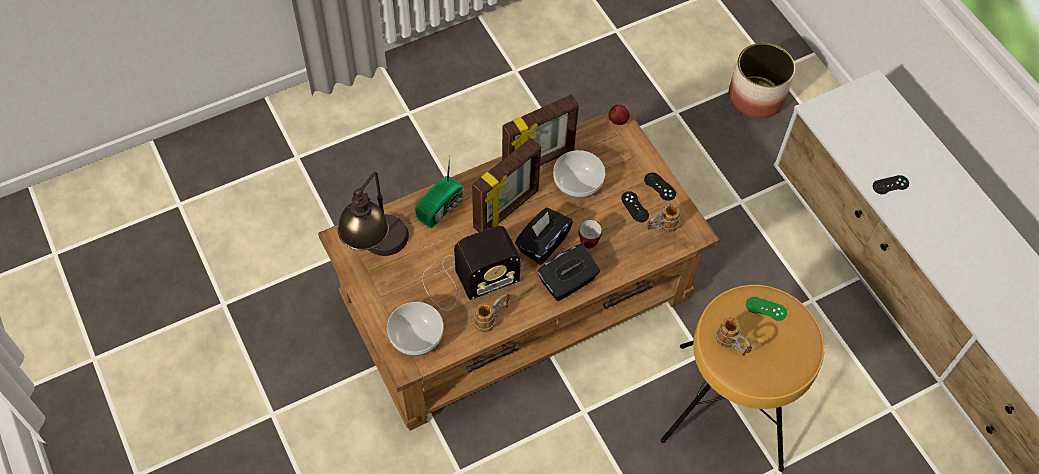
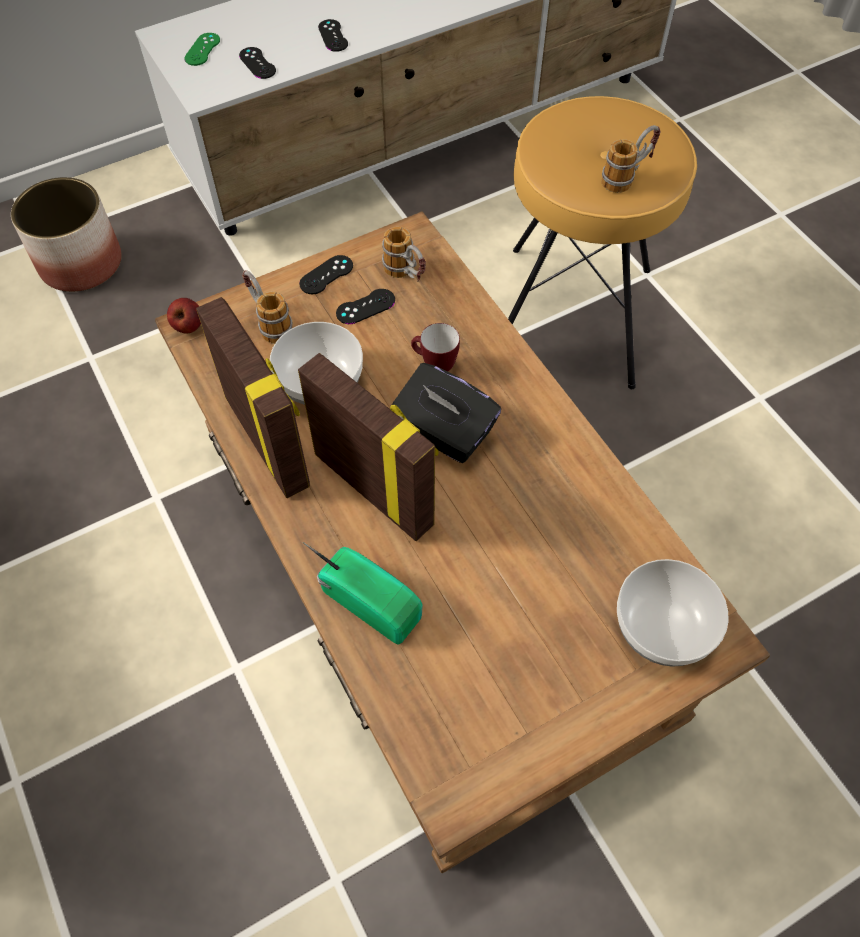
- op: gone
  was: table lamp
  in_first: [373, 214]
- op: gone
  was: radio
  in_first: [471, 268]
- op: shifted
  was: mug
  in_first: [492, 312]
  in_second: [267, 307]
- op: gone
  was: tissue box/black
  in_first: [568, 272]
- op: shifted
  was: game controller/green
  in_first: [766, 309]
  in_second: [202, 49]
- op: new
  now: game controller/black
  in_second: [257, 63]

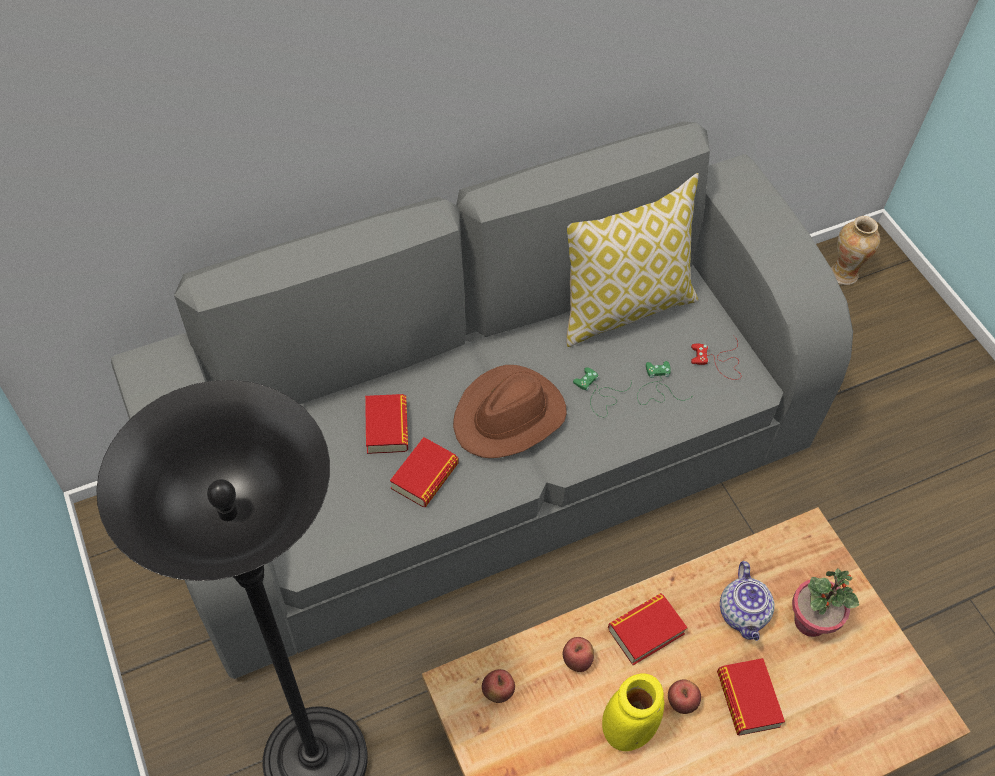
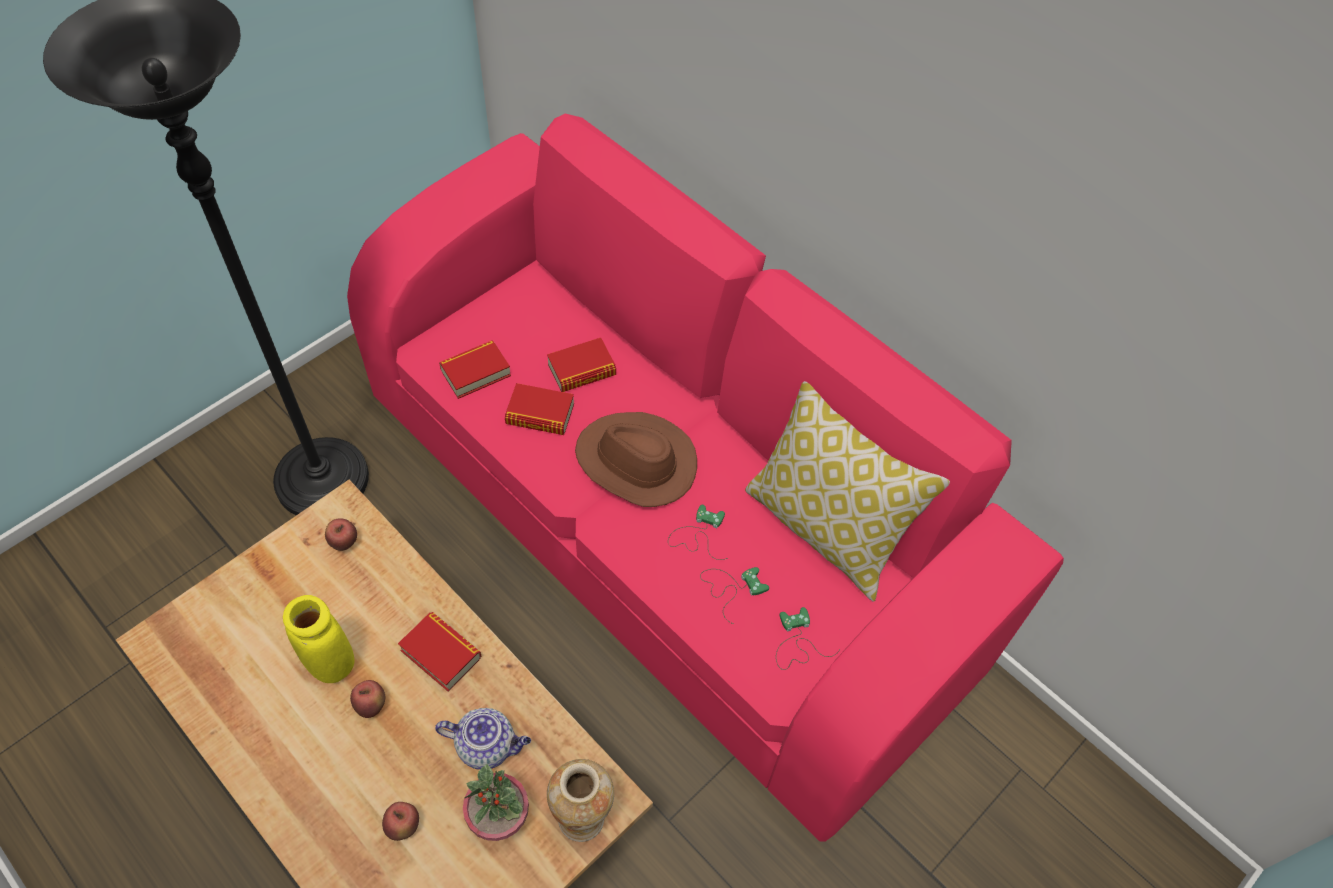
- op: repainted
  was: sofa/grey
  now: sofa/pink
  in_first: [482, 400]
  in_second: [705, 478]
- op: shifted
  was: apple
  in_first: [578, 654]
  in_second: [400, 821]
- op: repainted
  was: game controller/red
  now: game controller/green
  in_first: [715, 357]
  in_second: [808, 638]
- op: shifted
  was: book
  in_first: [751, 696]
  in_second: [475, 369]
- op: rotated
  was: teapot
  in_first: [747, 601]
  in_second: [483, 739]
  clockwise: -150
- op: shifted
  was: vase
  in_first: [855, 250]
  in_second: [580, 800]

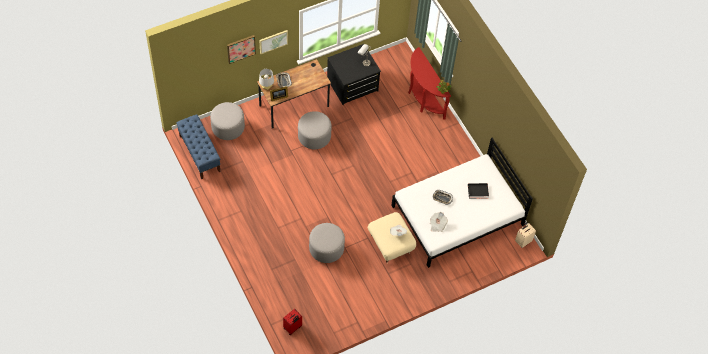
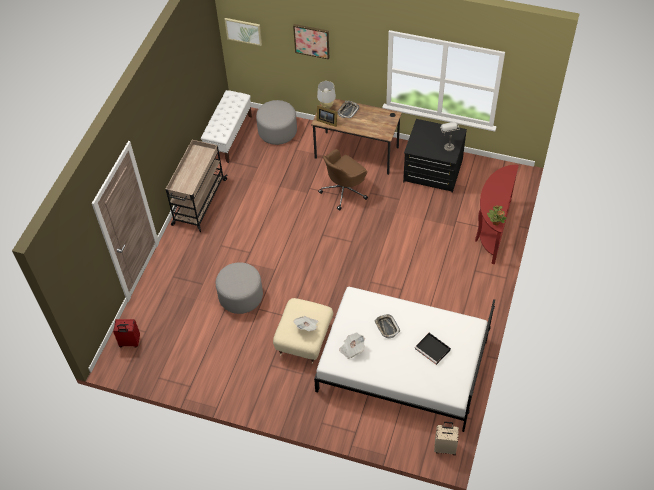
- op: repainted
  was: bench/blue
  now: bench/white
  in_first: [198, 147]
  in_second: [226, 126]
- op: shifted
  was: picture
  in_first: [274, 42]
  in_second: [243, 32]
- op: swapped
  was: ottoman/grey
  now: office chair/brown
  in_first: [315, 130]
  in_second: [343, 180]
- op: new
  now: cart/beige
  in_second: [197, 186]

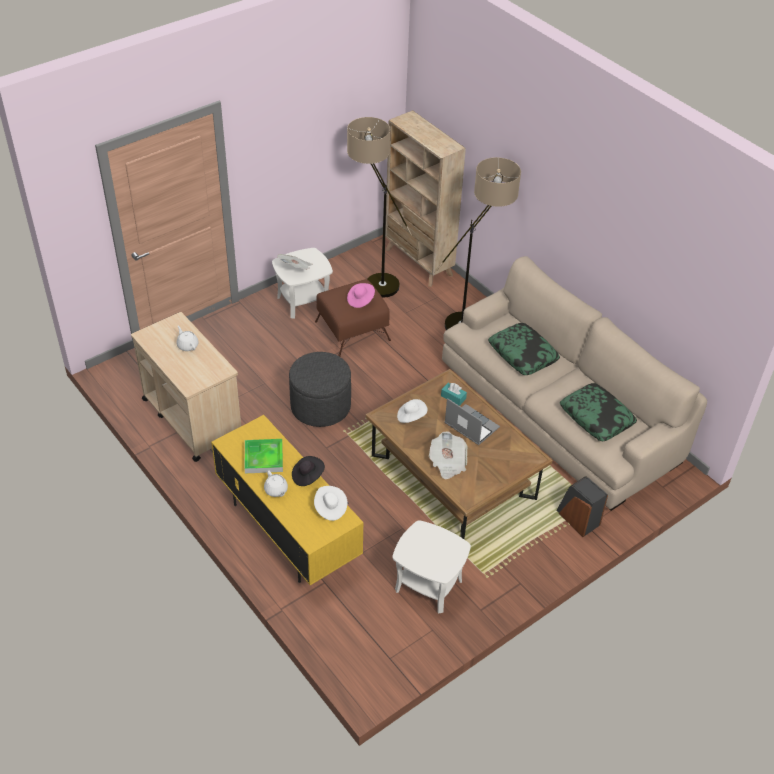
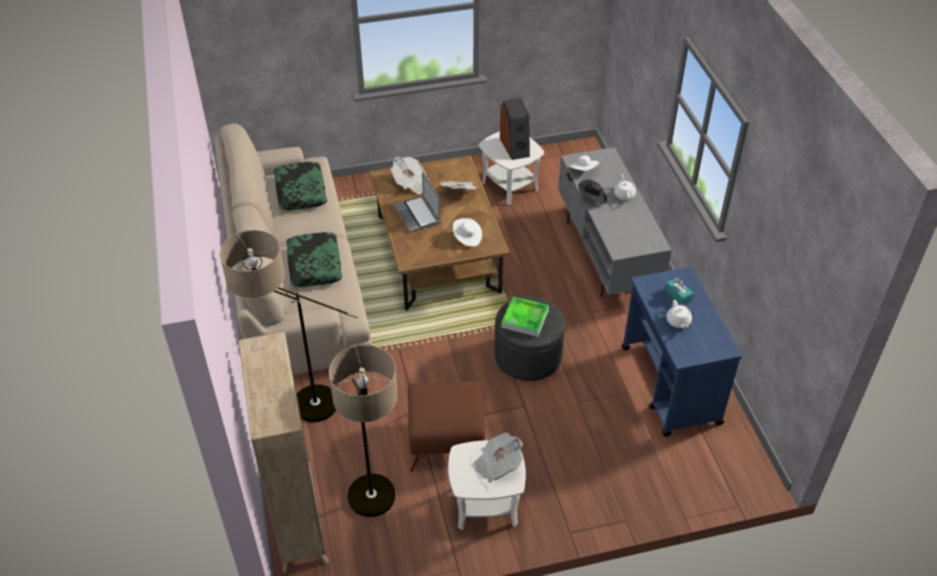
- op: repainted
  was: cart/beige
  now: cart/blue
  in_first: [186, 387]
  in_second: [682, 352]
- op: repainted
  was: tv stand/yellow
  now: tv stand/grey
  in_first: [287, 500]
  in_second: [615, 222]
- op: shifted
  was: tray
  in_first: [263, 456]
  in_second: [525, 316]
- op: gone
  was: hat/pink
  in_first: [361, 295]
- op: shifted
  was: tissue box/turquoise
  in_first: [454, 394]
  in_second: [679, 291]
- op: shifted
  was: speaker
  in_first: [582, 507]
  in_second: [515, 129]
- op: new
  now: newspaper
  in_second: [410, 175]

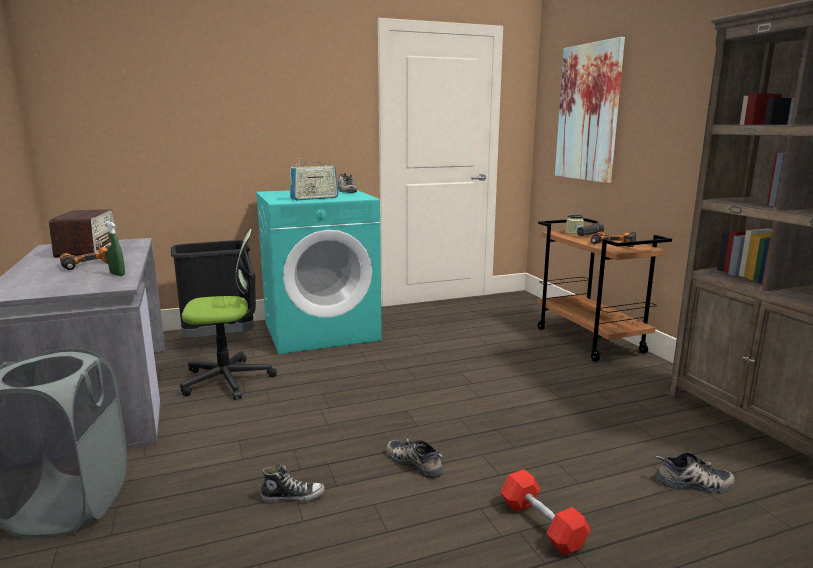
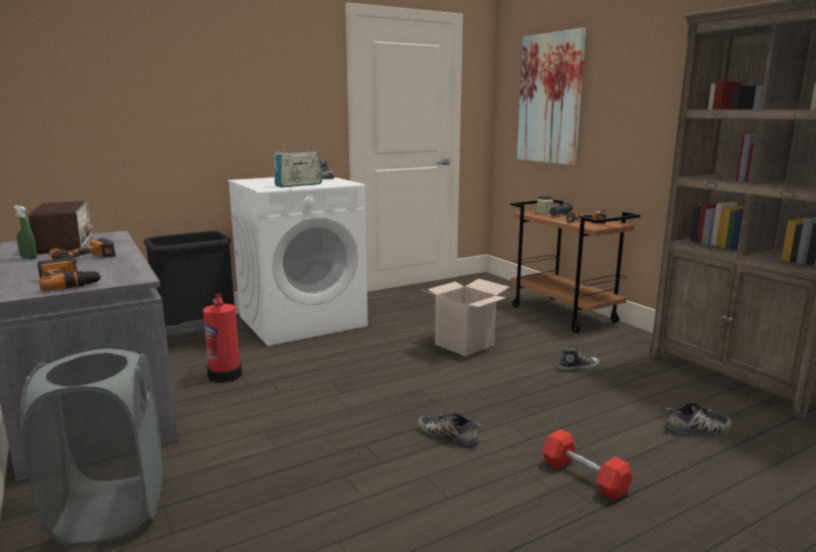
- op: shifted
  was: spray bottle/green
  in_first: [115, 248]
  in_second: [25, 233]
- op: swapped
  was: office chair
  now: fire extinguisher
  in_first: [228, 314]
  in_second: [222, 338]
- op: repainted
  was: washing machine/turquoise
  now: washing machine/white
  in_first: [319, 272]
  in_second: [298, 261]
- op: shifted
  was: shoe
  in_first: [293, 483]
  in_second: [579, 357]
- op: new
  now: power drill
  in_second: [70, 274]
- op: new
  now: cardboard box
  in_second: [466, 317]

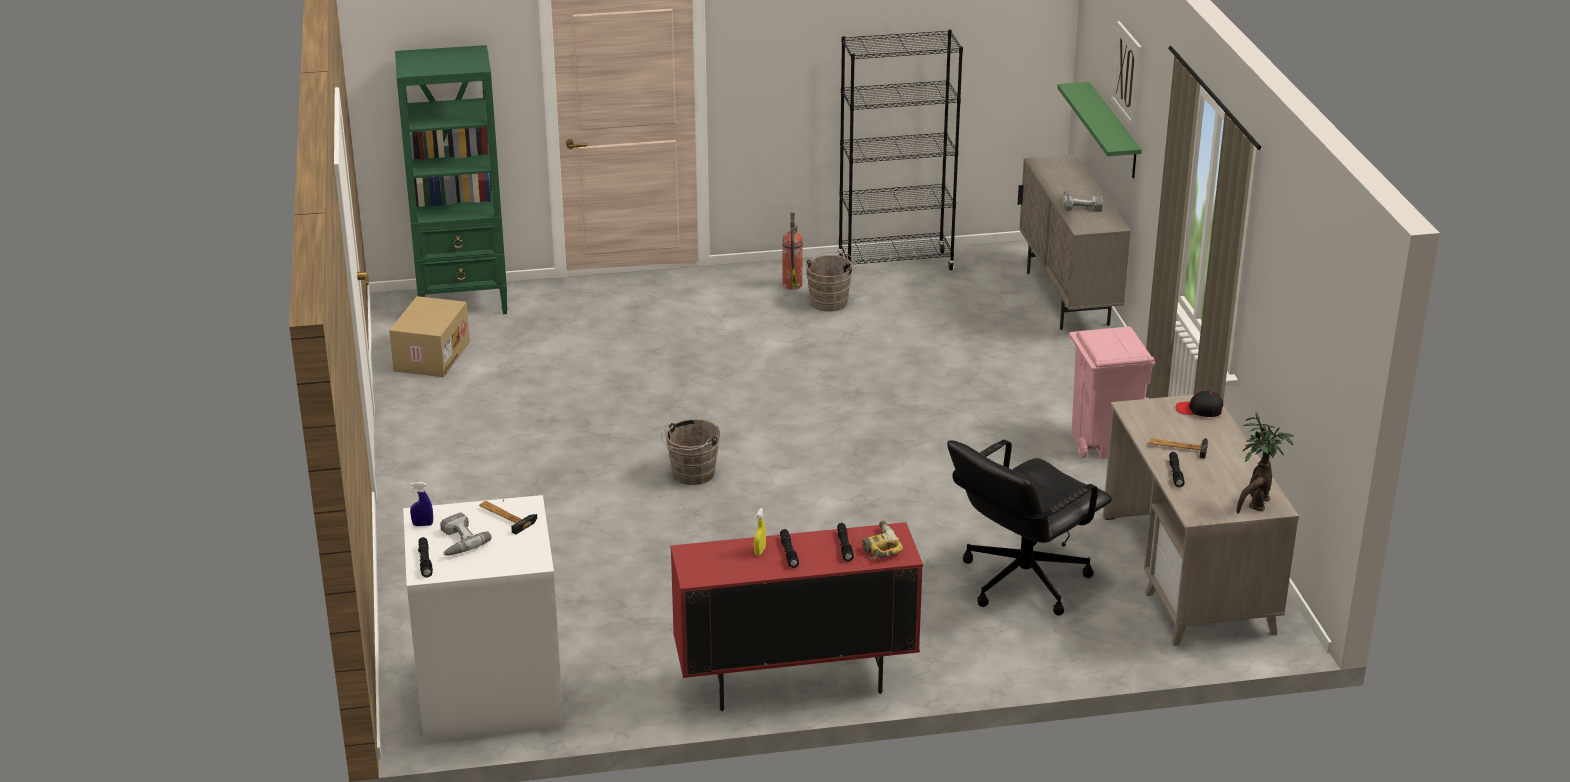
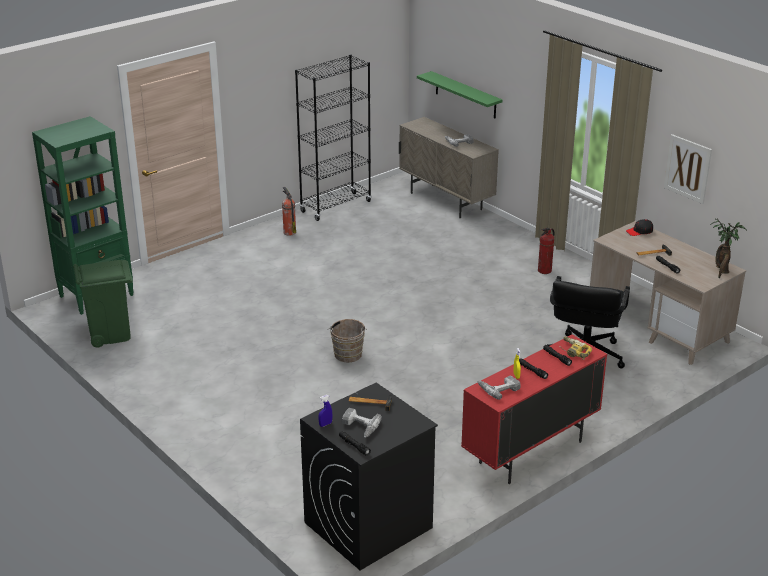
- op: swapped
  was: cardboard box
  now: trash can/green
  in_first: [429, 336]
  in_second: [103, 303]
- op: repainted
  was: washing machine/white
  now: washing machine/black
  in_first: [483, 619]
  in_second: [369, 476]
- op: gone
  was: bucket/brown
  in_first: [831, 282]
- op: swapped
  was: trash can/pink
  now: fire extinguisher
  in_first: [1112, 393]
  in_second: [546, 251]
- op: shifted
  was: picture
  in_first: [1126, 74]
  in_second: [688, 169]
- op: new
  now: power drill
  in_second: [499, 388]

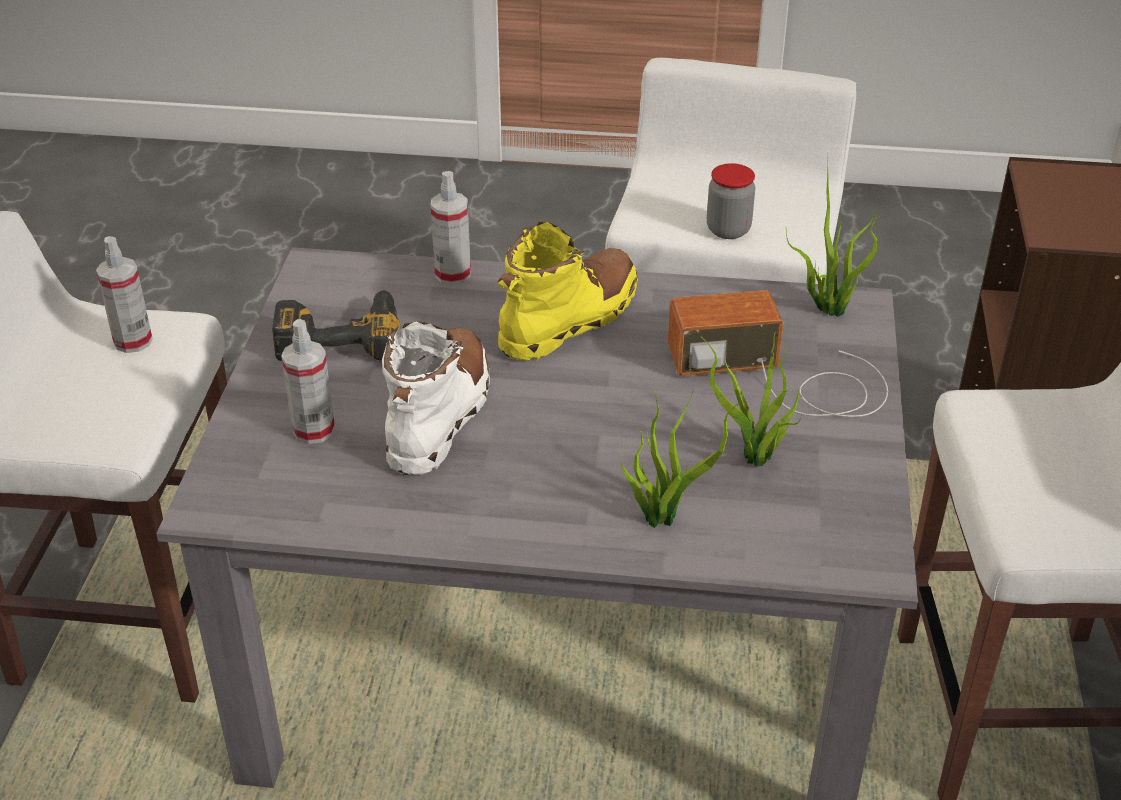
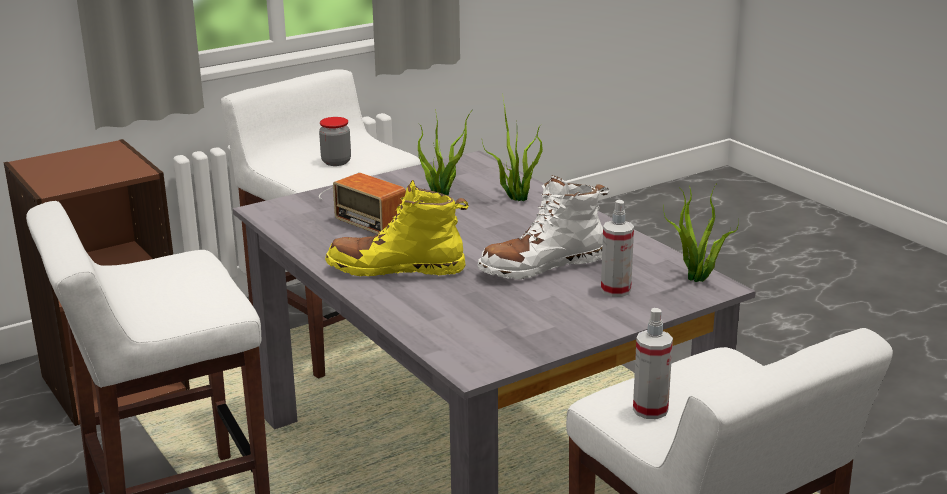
- op: gone
  was: power drill
  in_first: [336, 325]
- op: gone
  was: spray bottle
  in_first: [450, 228]
- op: shifted
  was: jar
  in_first: [731, 201]
  in_second: [335, 141]
- op: shifted
  was: potted plant
  in_first: [833, 235]
  in_second: [701, 232]

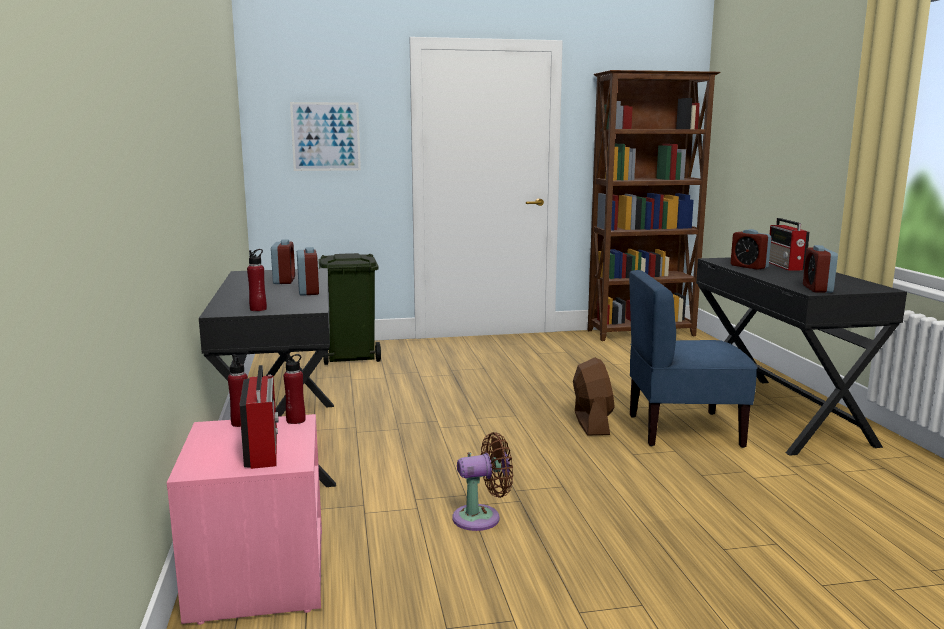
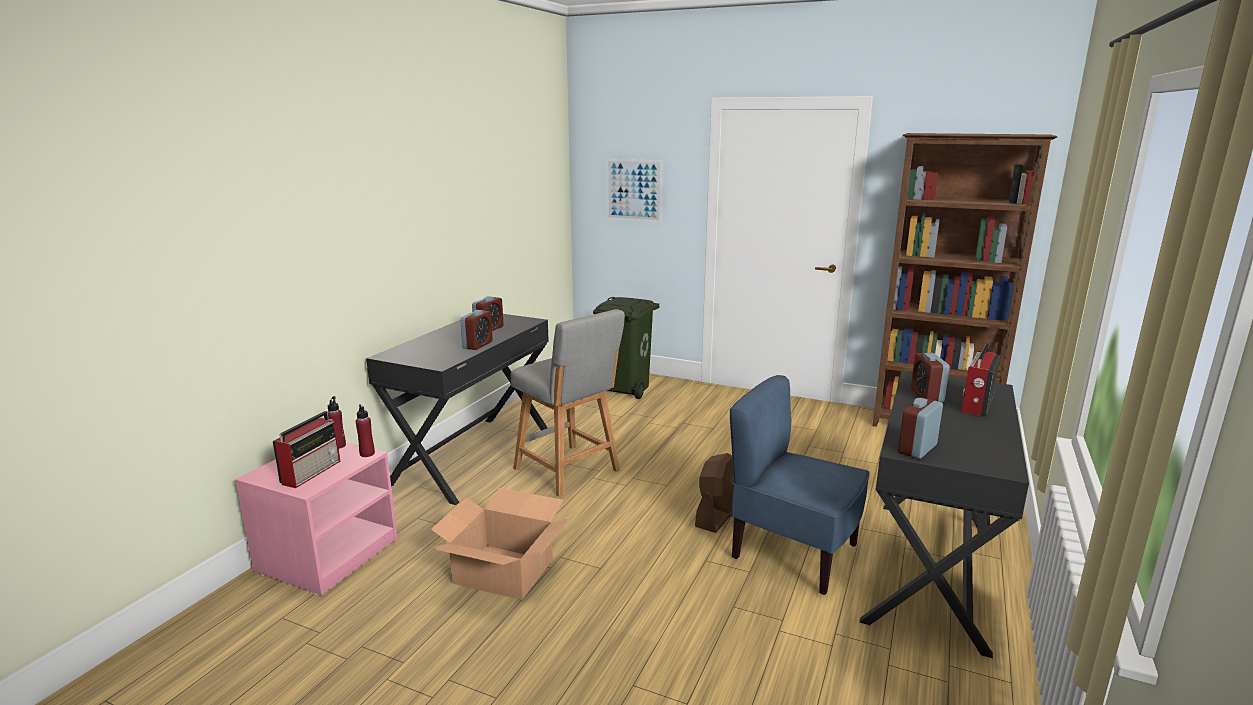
- op: gone
  was: bottle/red
  in_first: [257, 280]
- op: swapped
  was: fan/brown
  now: cardboard box
  in_first: [483, 481]
  in_second: [499, 544]
- op: new
  now: stool/grey
  in_second: [568, 403]

